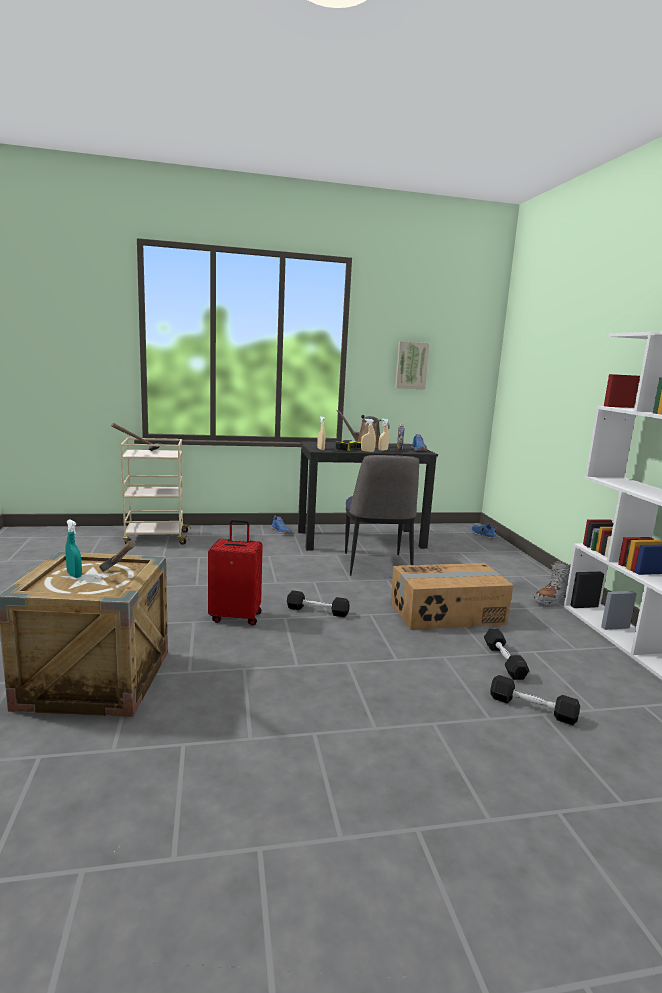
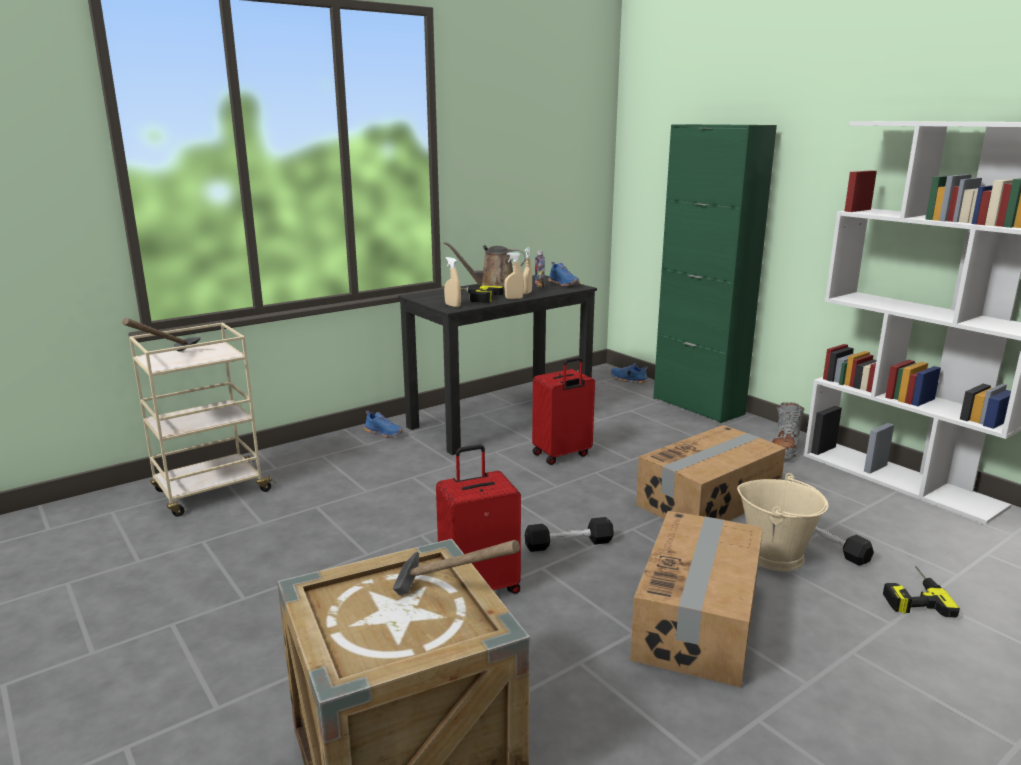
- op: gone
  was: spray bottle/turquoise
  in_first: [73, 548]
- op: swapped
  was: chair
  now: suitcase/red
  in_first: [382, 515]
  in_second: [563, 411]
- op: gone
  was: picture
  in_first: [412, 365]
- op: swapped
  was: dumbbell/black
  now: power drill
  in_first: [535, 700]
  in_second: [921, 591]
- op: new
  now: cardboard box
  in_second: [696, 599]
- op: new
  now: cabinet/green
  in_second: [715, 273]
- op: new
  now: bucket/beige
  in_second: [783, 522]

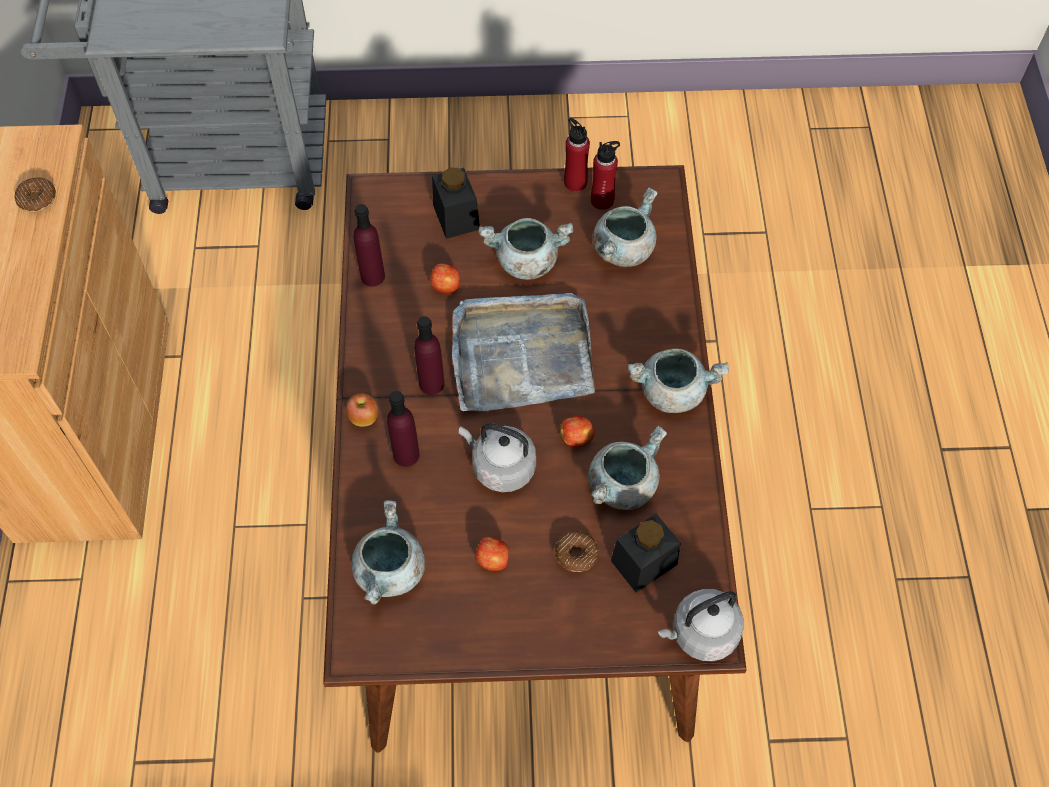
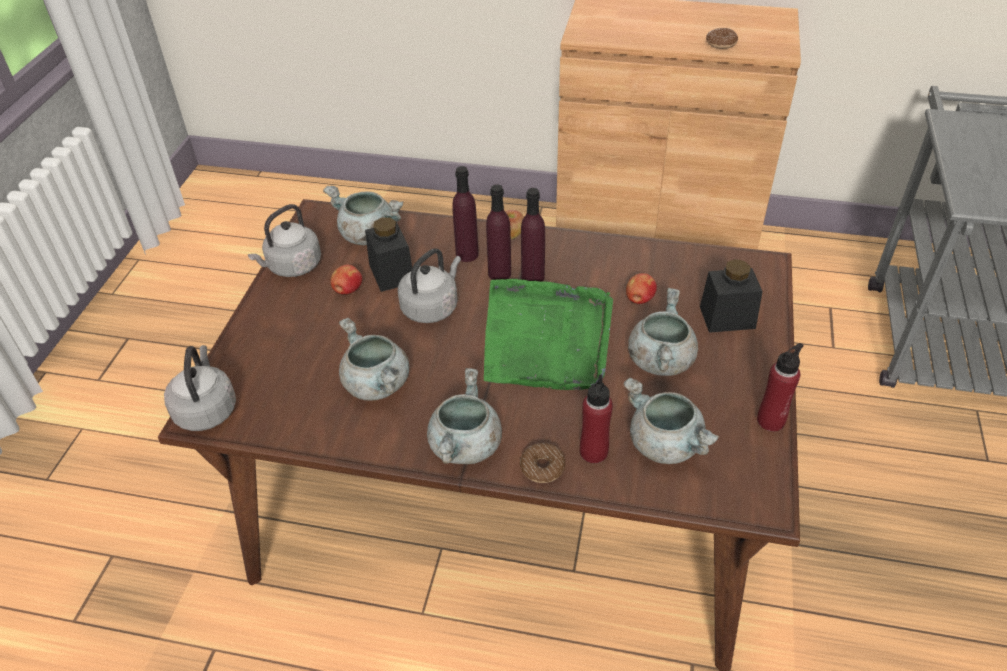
- op: shifted
  was: bottle/purple
  in_first: [369, 245]
  in_second: [498, 232]
- op: repainted
  was: tray/grey
  now: tray/green
  in_first: [523, 352]
  in_second: [548, 334]
- op: shifted
  was: donut
  in_first: [577, 551]
  in_second: [542, 463]
- op: gone
  was: apple
  in_first: [577, 431]
- op: shifted
  was: bottle/red
  in_first: [605, 175]
  in_second: [596, 419]
- op: shifted
  was: jar/black
  in_first: [645, 553]
  in_second: [388, 254]
- op: new
  now: kettle/grey
  in_second: [284, 240]

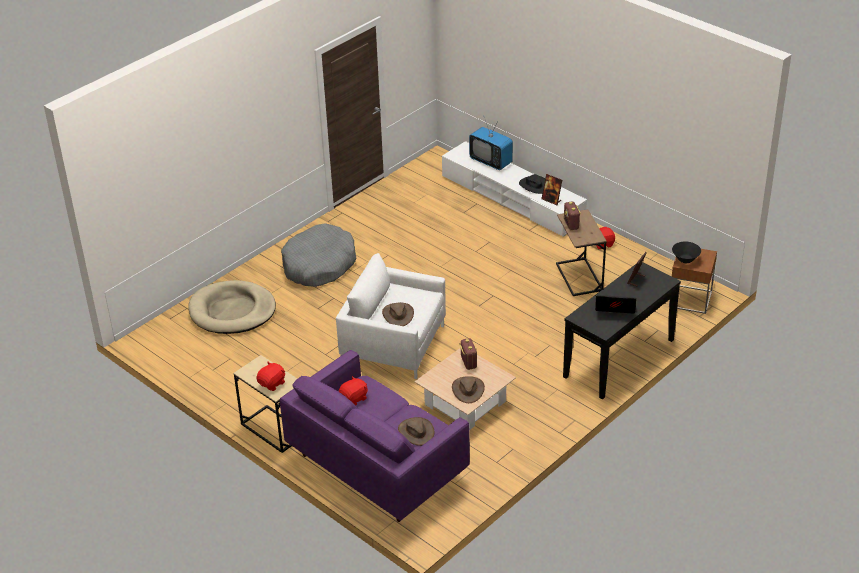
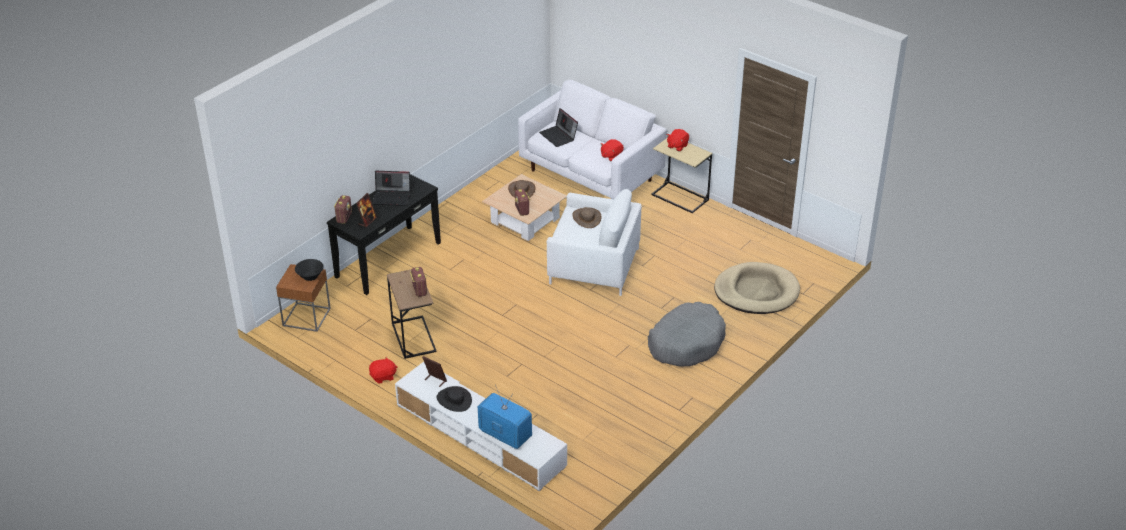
- op: repainted
  was: sofa/purple
  now: sofa/white
  in_first: [375, 436]
  in_second: [592, 139]
- op: swapped
  was: hat/brown
  now: laptop
  in_first: [416, 431]
  in_second: [558, 127]
- op: new
  now: radio
  in_second: [343, 209]

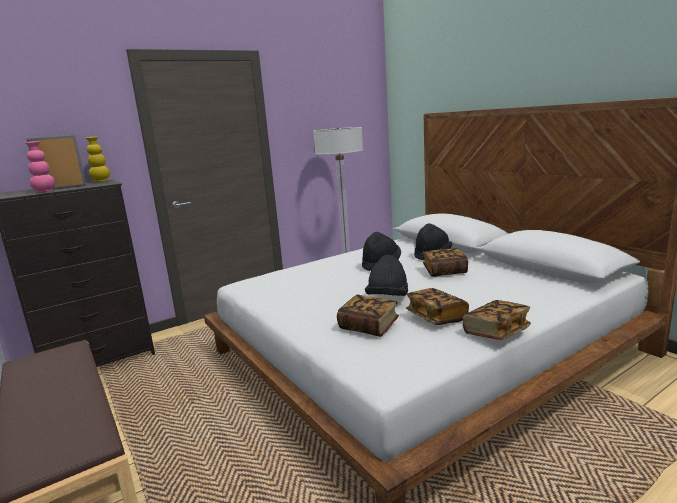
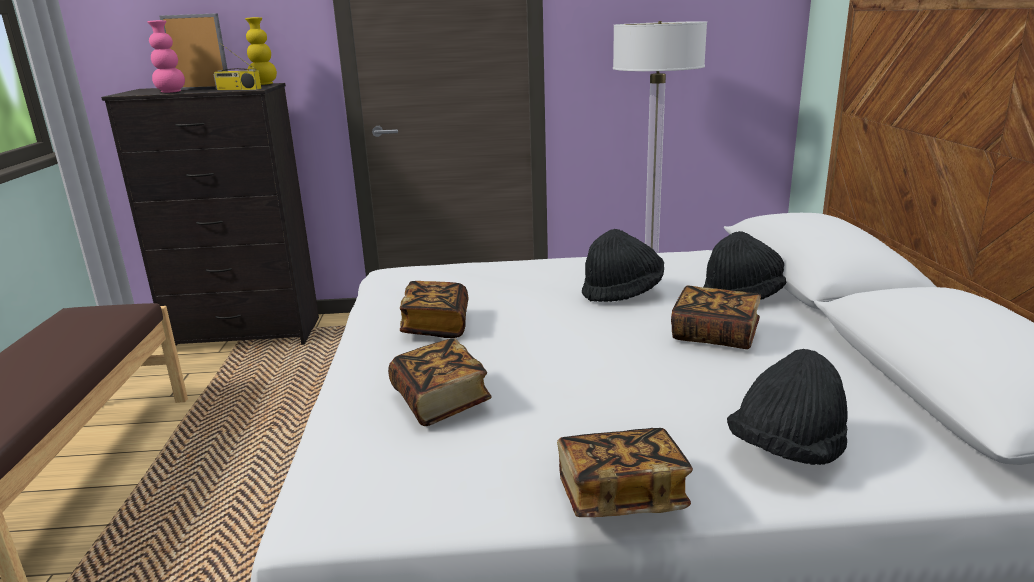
- op: shifted
  was: hat/black
  in_first: [386, 275]
  in_second: [787, 407]
- op: shifted
  was: book
  in_first: [437, 306]
  in_second: [434, 309]
- op: new
  now: radio
  in_second: [237, 66]

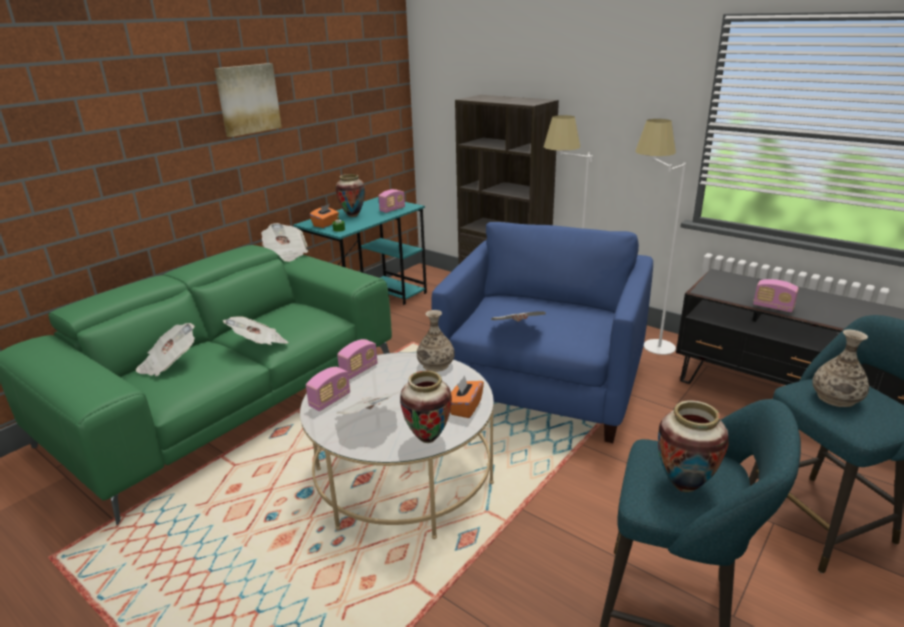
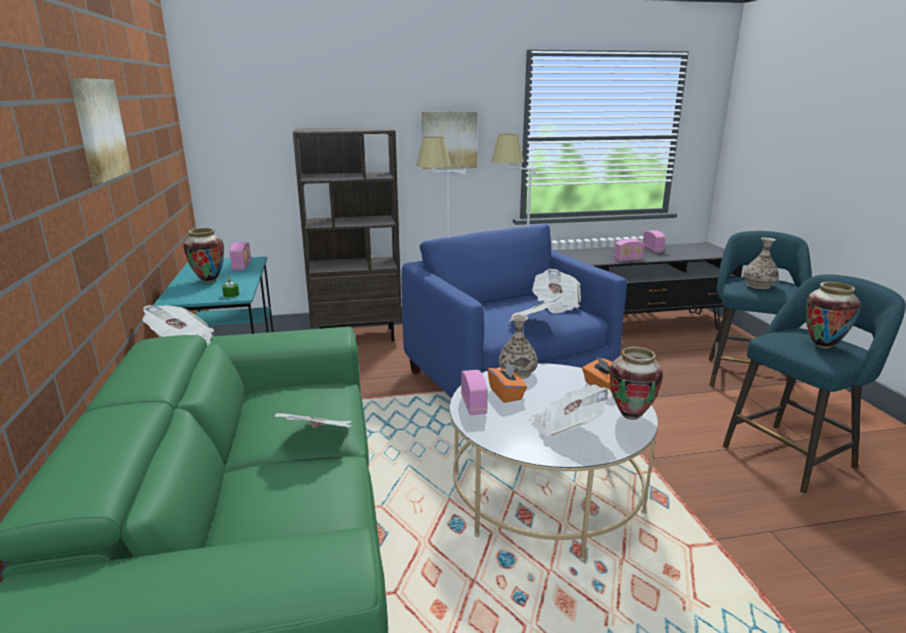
- op: shifted
  was: newspaper
  in_first: [165, 350]
  in_second: [556, 291]
- op: shifted
  was: radio
  in_first: [328, 389]
  in_second: [654, 241]
- op: shifted
  was: tissue box/orange
  in_first: [324, 216]
  in_second: [507, 382]
- op: new
  now: picture
  in_second: [450, 140]

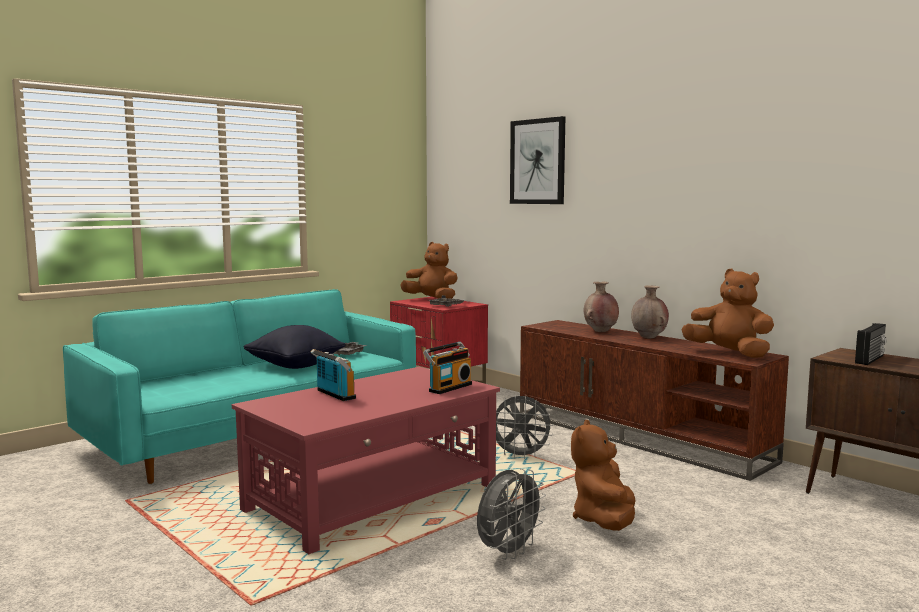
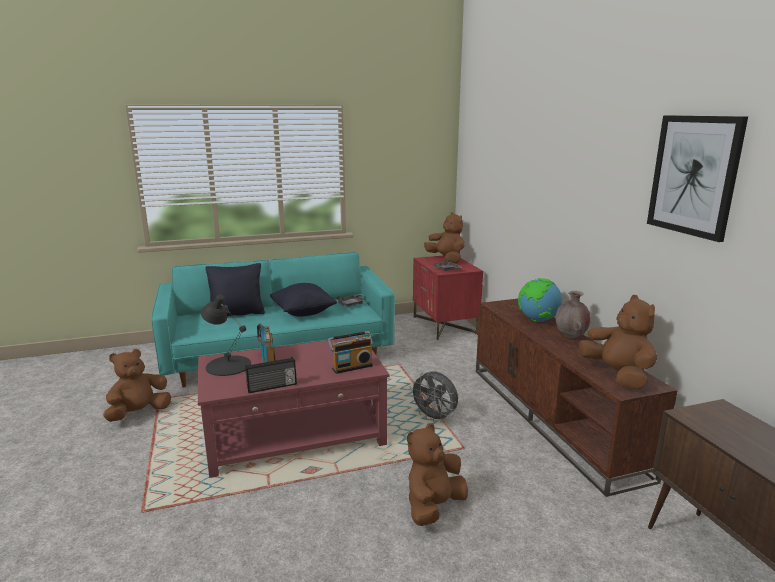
- op: gone
  was: fan/grey
  in_first: [511, 514]
- op: shifted
  was: picture
  in_first: [537, 160]
  in_second: [697, 178]
- op: swapped
  was: vase/brown
  now: globe
  in_first: [601, 307]
  in_second: [540, 300]
- op: shifted
  was: radio
  in_first: [871, 344]
  in_second: [271, 375]
- op: new
  now: plush toy/brown
  in_second: [137, 385]
- op: new
  now: table lamp/black
  in_second: [226, 335]
- op: new
  now: pillow/black
  in_second: [235, 289]

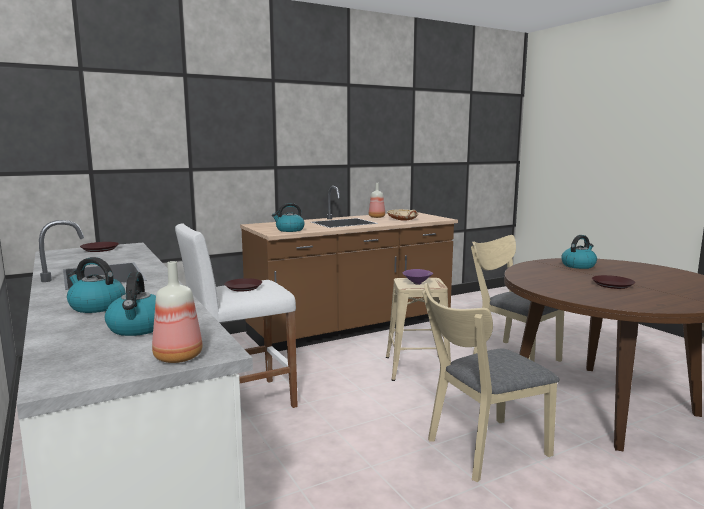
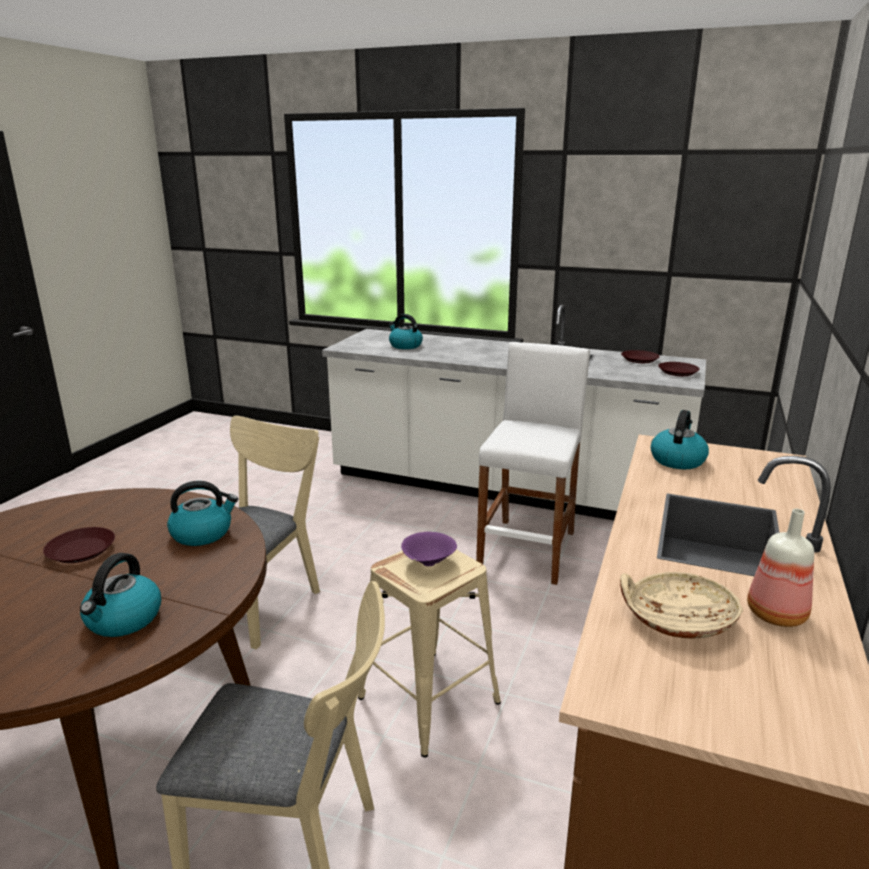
- op: shifted
  was: kettle
  in_first: [96, 285]
  in_second: [202, 513]
- op: gone
  was: bottle
  in_first: [177, 312]
- op: shifted
  was: plate/brown
  in_first: [243, 284]
  in_second: [640, 356]

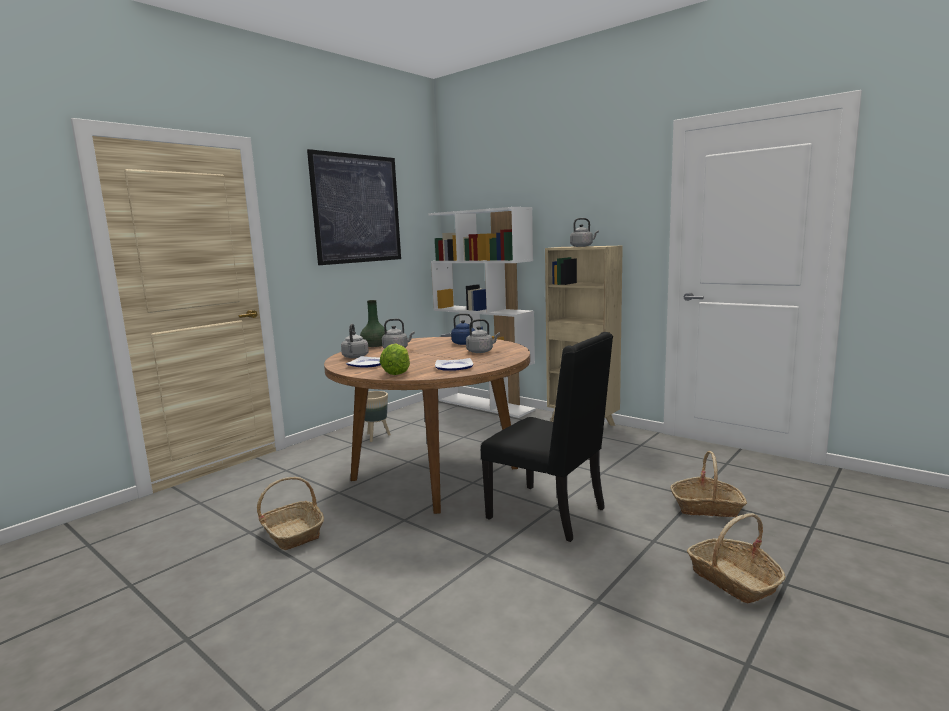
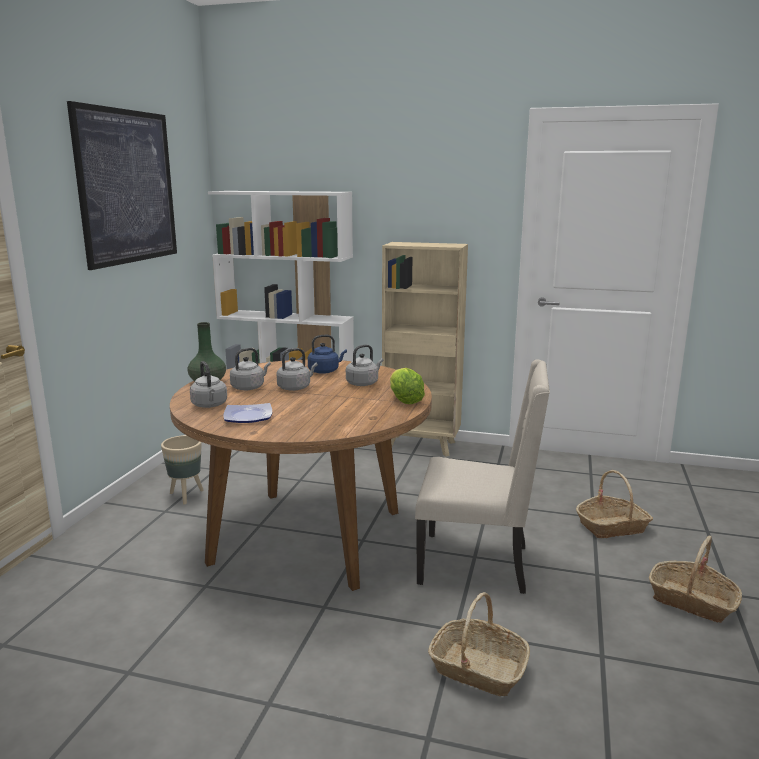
- op: shifted
  was: basket
  in_first: [290, 513]
  in_second: [479, 644]
- op: shifted
  was: lettuce
  in_first: [395, 359]
  in_second: [407, 386]
- op: gone
  was: plate
  in_first: [454, 364]
- op: repainted
  was: chair/black
  now: chair/beige
  in_first: [547, 437]
  in_second: [482, 477]
- op: shifted
  was: kettle/grey
  in_first: [584, 232]
  in_second: [297, 369]

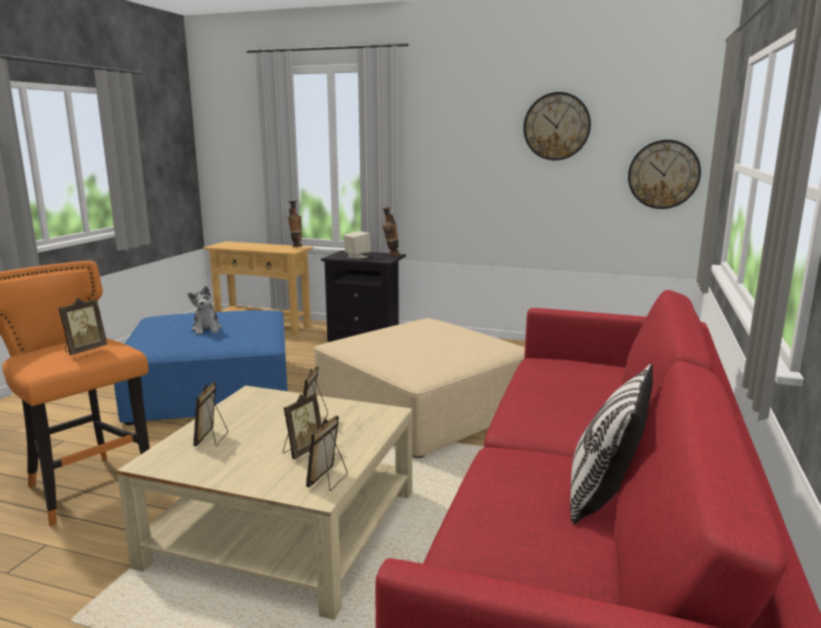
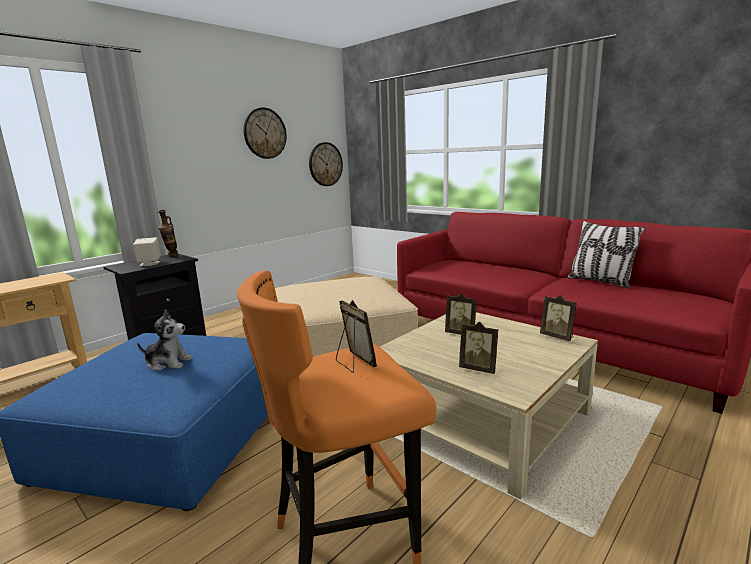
- op: gone
  was: picture frame
  in_first: [302, 426]
- op: gone
  was: vase
  in_first: [295, 224]

